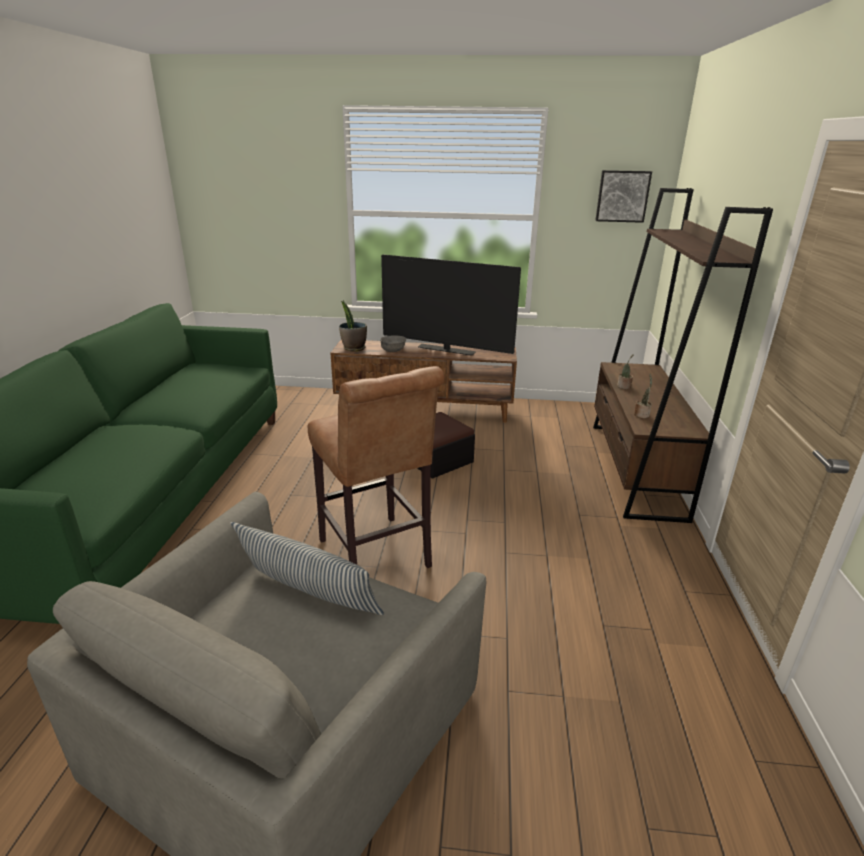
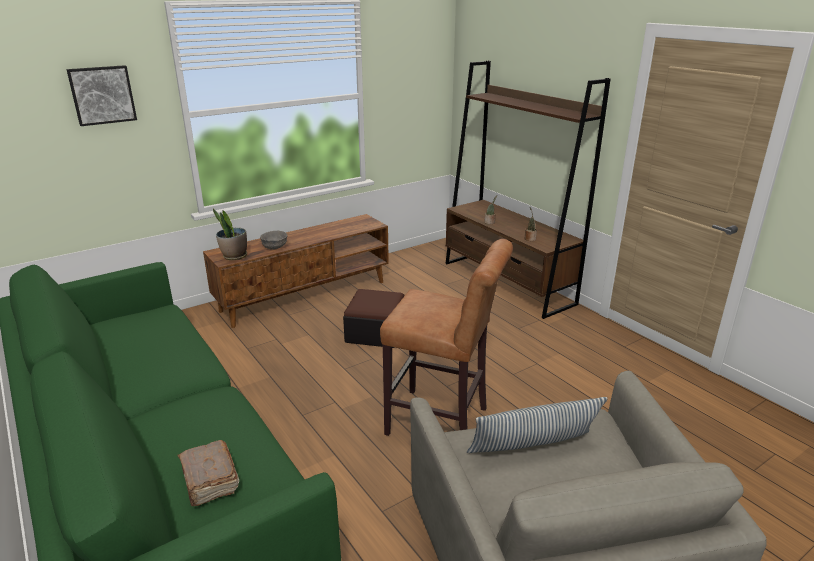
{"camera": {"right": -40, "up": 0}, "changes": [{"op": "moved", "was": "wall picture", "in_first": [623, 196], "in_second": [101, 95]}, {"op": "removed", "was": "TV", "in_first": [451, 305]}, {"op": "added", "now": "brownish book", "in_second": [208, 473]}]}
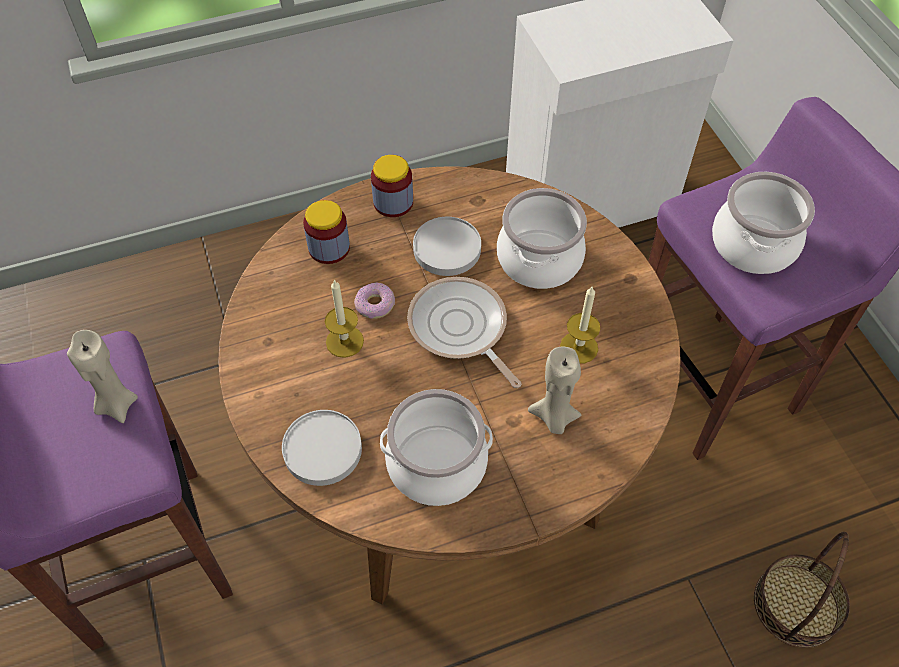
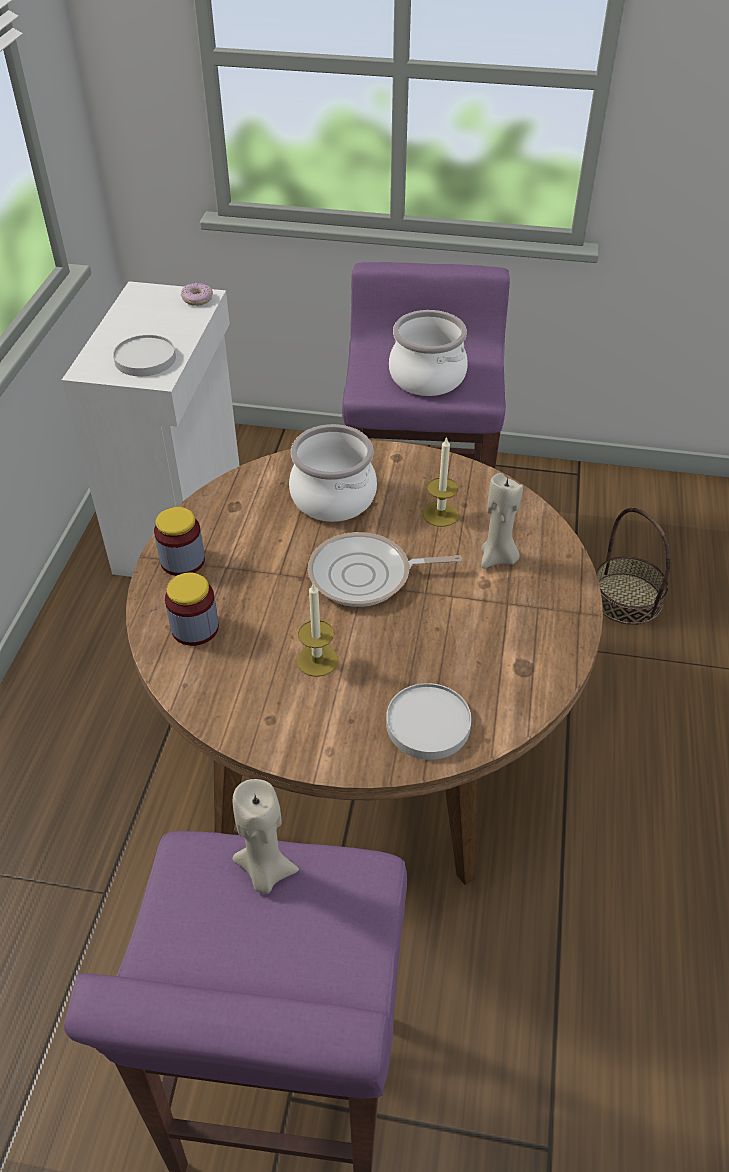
{"camera": {"right": -60, "up": -10}, "changes": [{"op": "moved", "was": "whitish flat dish", "in_first": [447, 246], "in_second": [144, 355]}, {"op": "moved", "was": "doughnut", "in_first": [374, 300], "in_second": [197, 294]}, {"op": "removed", "was": "saucepot", "in_first": [436, 447]}]}
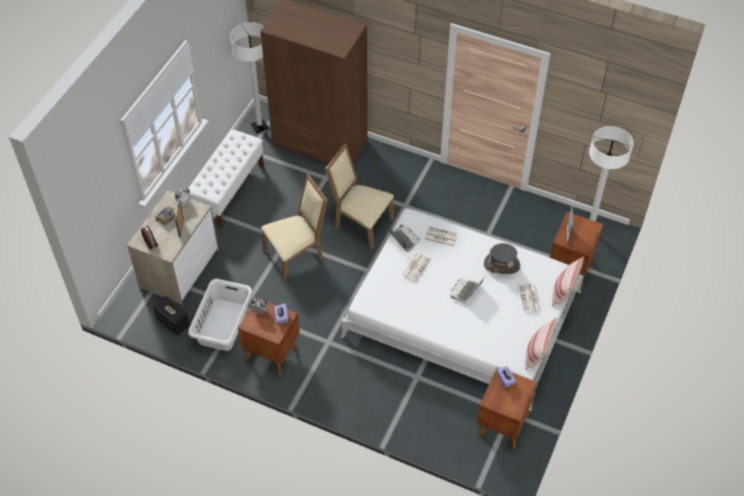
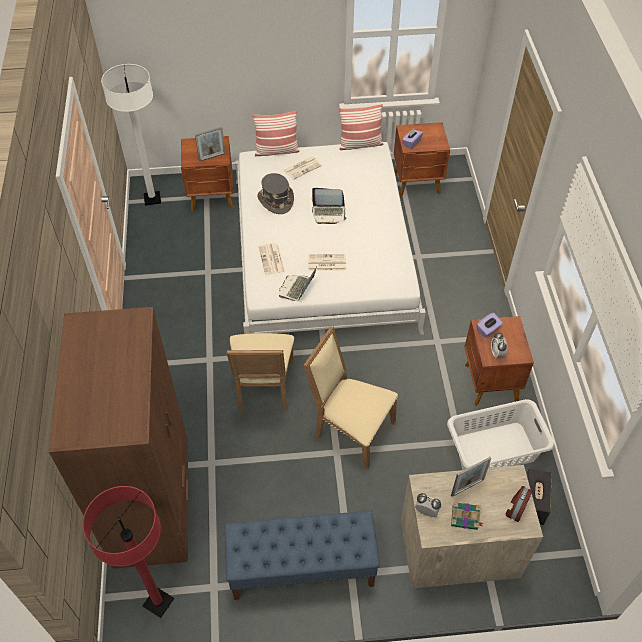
{"camera": {"right": -120, "up": 0}, "changes": [{"op": "recoloured", "was": "whitish floor lamp", "now": "red-coloured floor lamp", "in_first": [249, 77], "in_second": [128, 552]}, {"op": "recoloured", "was": "whitish long seat", "now": "blue long seat", "in_first": [226, 179], "in_second": [302, 555]}]}
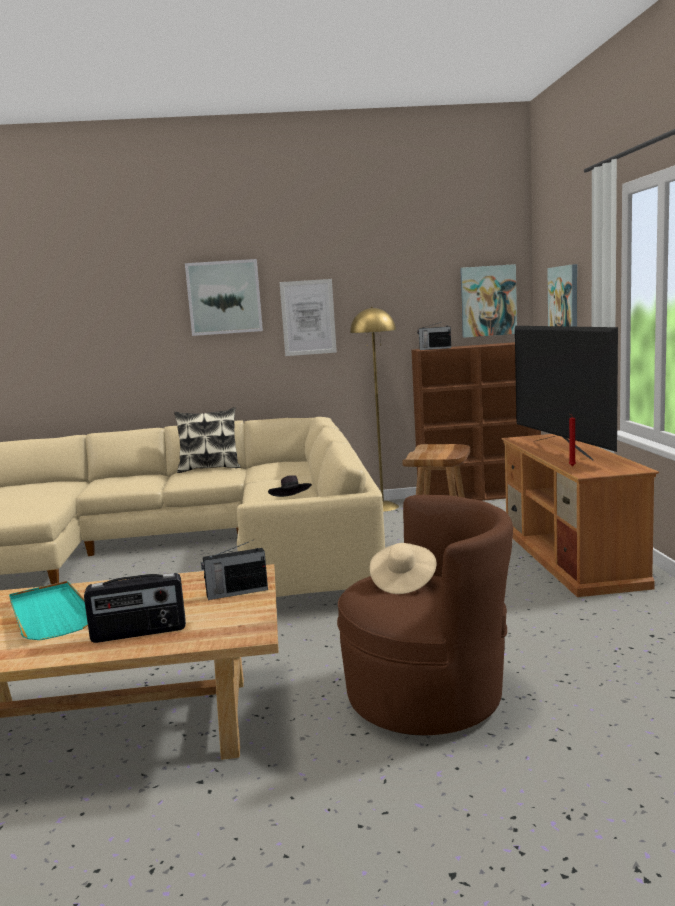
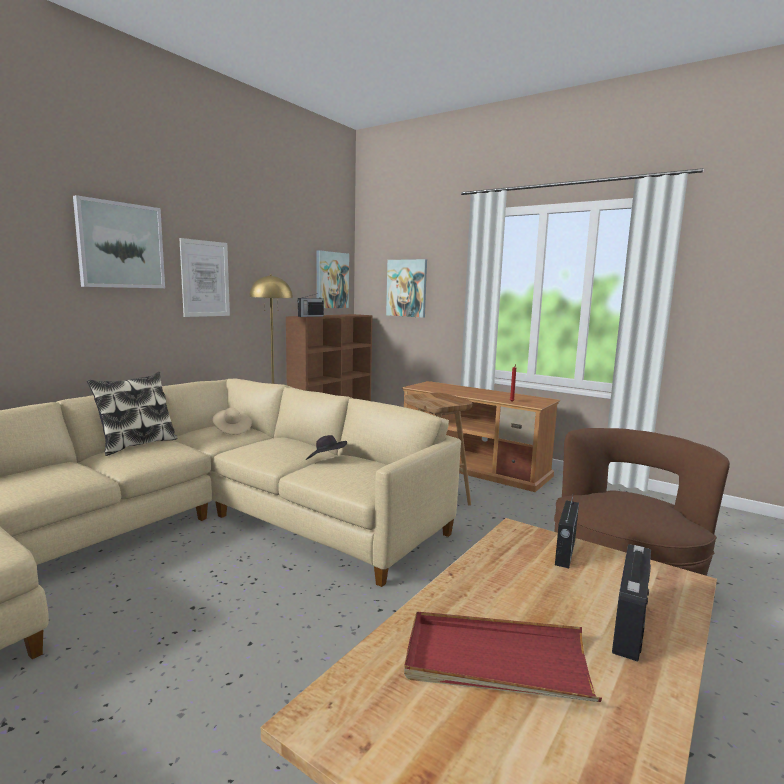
{"camera": {"right": -50, "up": 0}, "changes": [{"op": "removed", "was": "TV", "in_first": [566, 393]}, {"op": "moved", "was": "beige-coloured wearable hat", "in_first": [403, 568], "in_second": [232, 421]}, {"op": "recoloured", "was": "turquoise carrying tray", "now": "red-coloured carrying tray", "in_first": [48, 610], "in_second": [503, 656]}]}
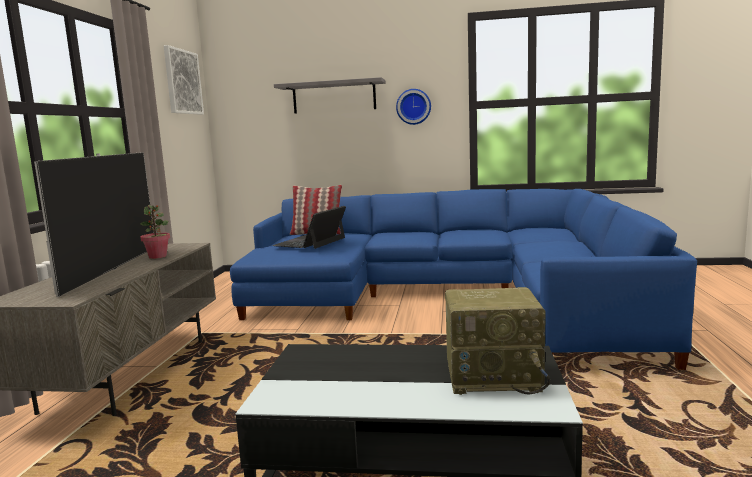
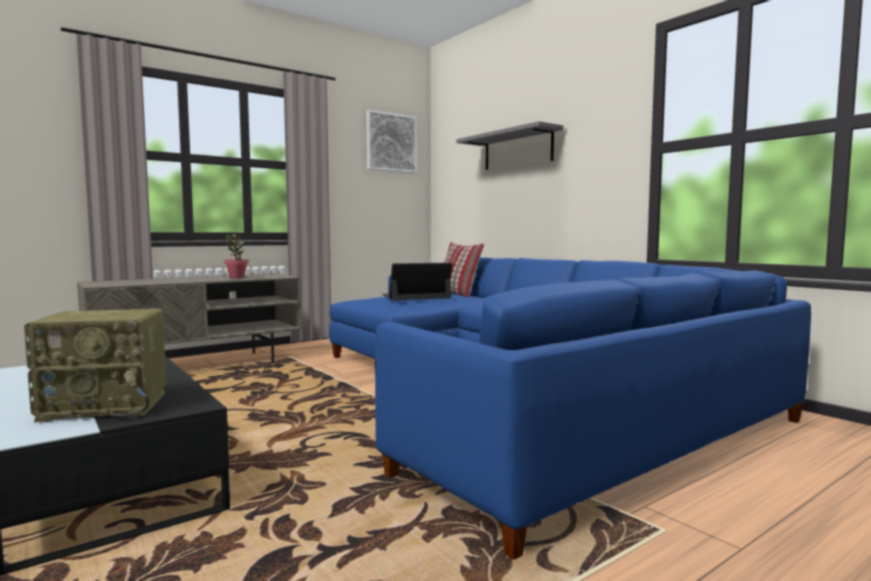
{"camera": {"right": 45, "up": -5}, "changes": [{"op": "removed", "was": "hanging clock", "in_first": [413, 107]}, {"op": "removed", "was": "TV", "in_first": [94, 224]}, {"op": "turned", "was": "radio", "in_first": [497, 341], "in_second": [95, 365], "clockwise": -60}]}
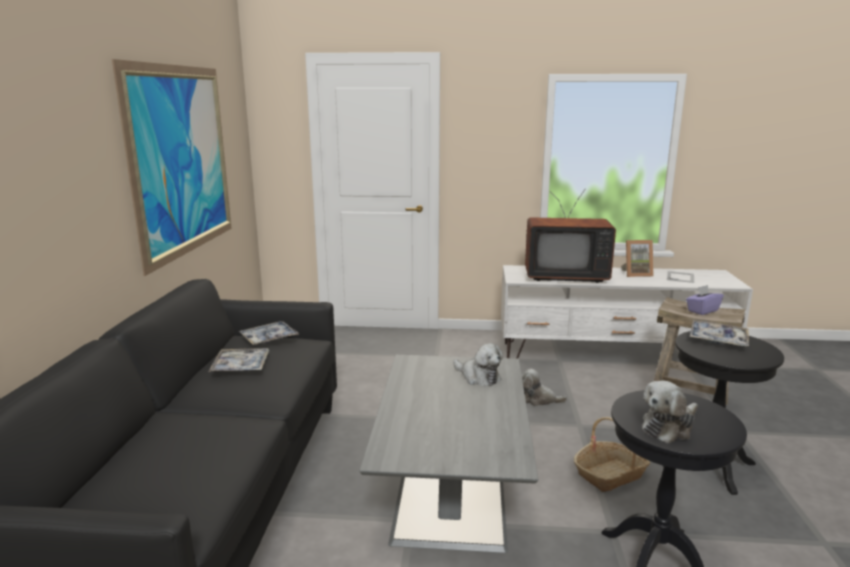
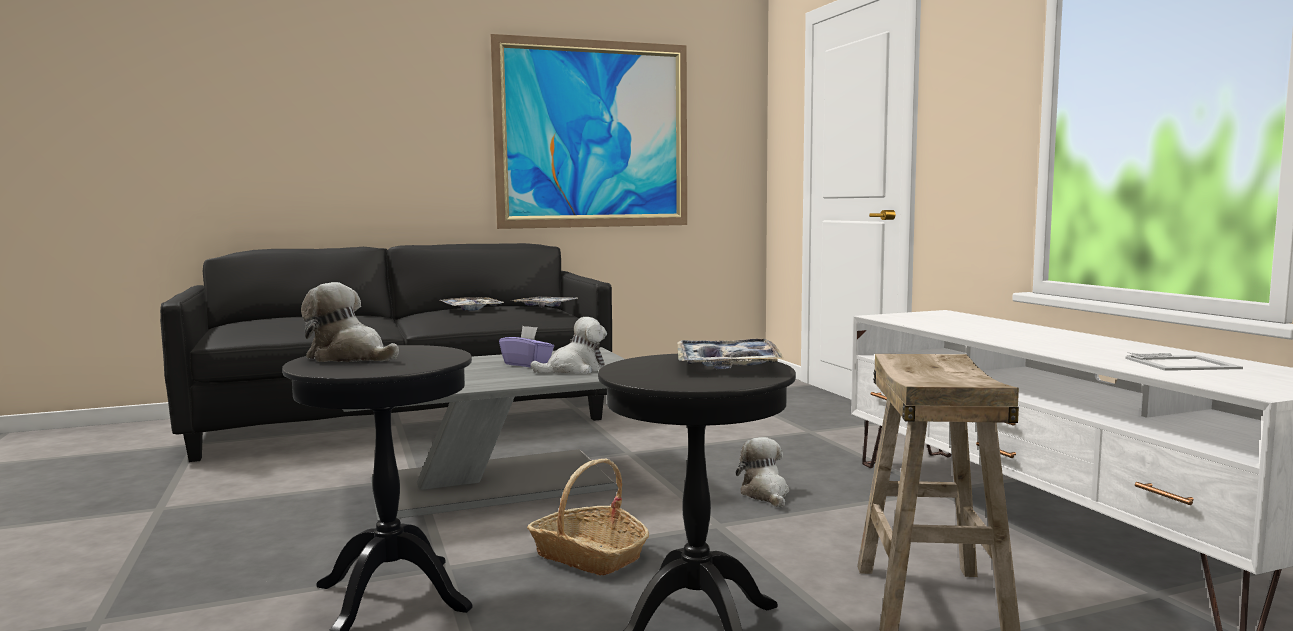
{"camera": {"right": 65, "up": -10}, "changes": [{"op": "removed", "was": "TV", "in_first": [570, 236]}, {"op": "removed", "was": "picture frame", "in_first": [637, 258]}, {"op": "moved", "was": "purple-coloured tissue holder", "in_first": [704, 300], "in_second": [526, 347]}, {"op": "turned", "was": "plush toy", "in_first": [478, 364], "in_second": [568, 345], "clockwise": -135}]}
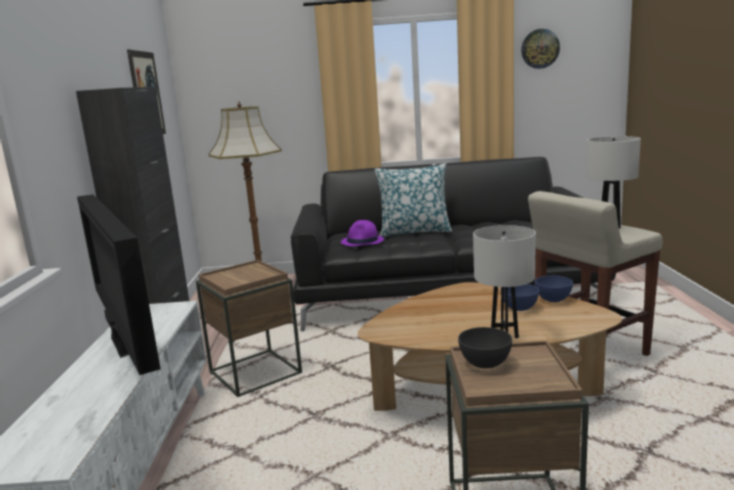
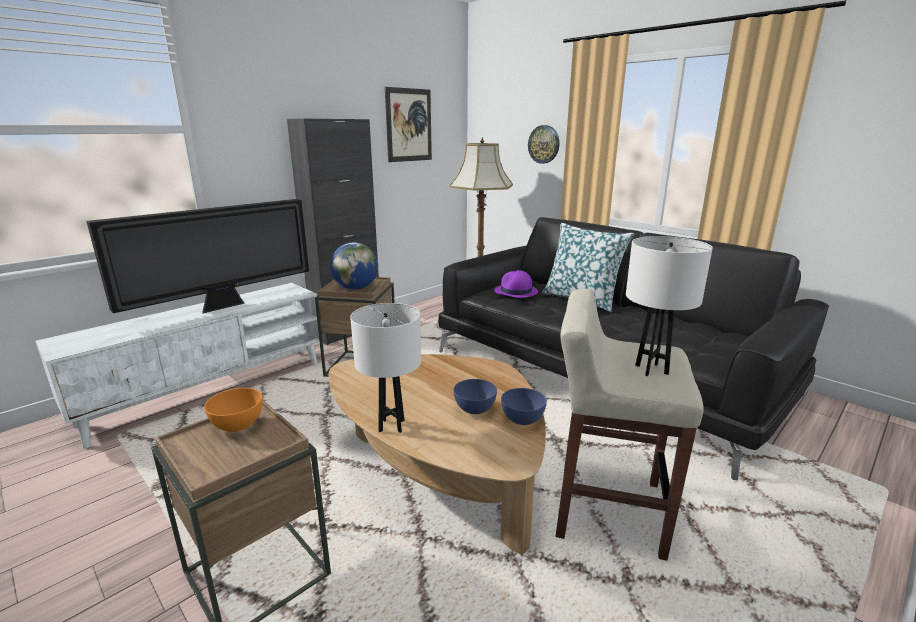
{"camera": {"right": 45, "up": 5}, "changes": [{"op": "moved", "was": "hanging clock", "in_first": [540, 49], "in_second": [544, 144]}, {"op": "turned", "was": "TV", "in_first": [119, 284], "in_second": [197, 256], "clockwise": -150}, {"op": "recoloured", "was": "gray bowl", "now": "orangey bowl", "in_first": [485, 348], "in_second": [233, 410]}, {"op": "added", "now": "desk globe", "in_second": [354, 266]}]}
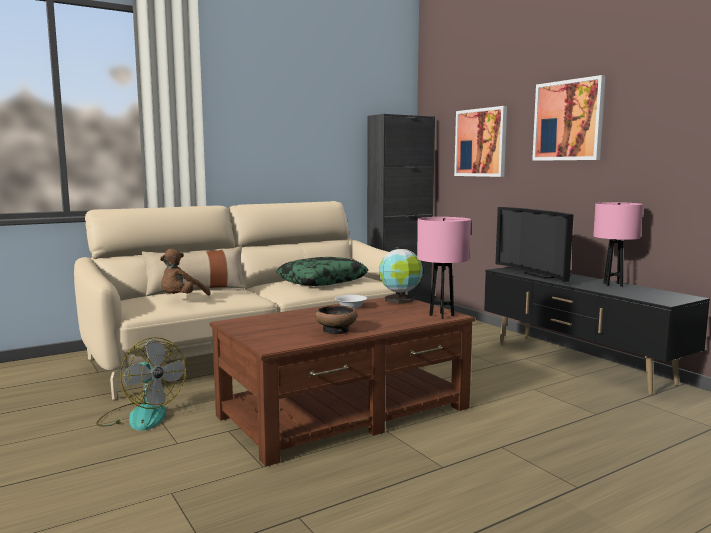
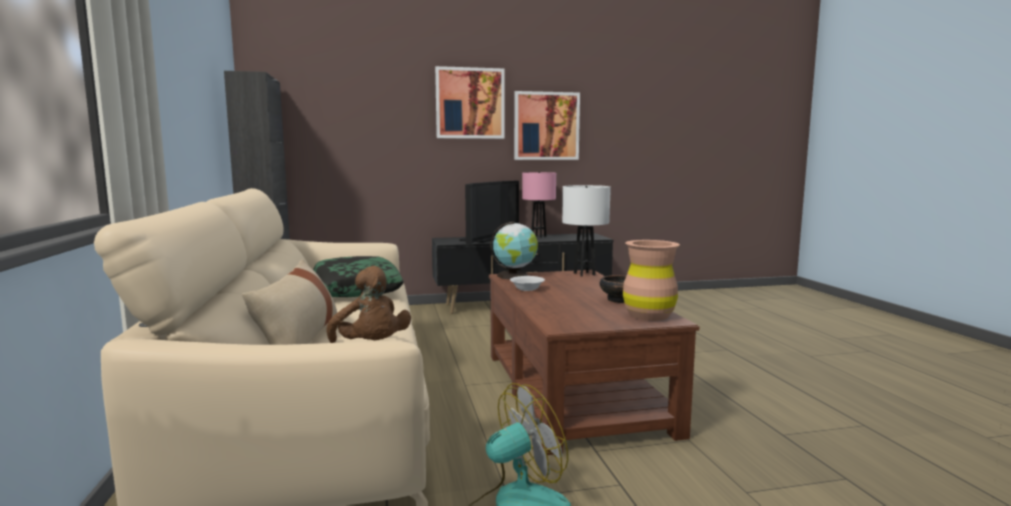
{"camera": {"right": -70, "up": 0}, "changes": [{"op": "moved", "was": "wall picture", "in_first": [480, 141], "in_second": [547, 125]}, {"op": "turned", "was": "TV", "in_first": [534, 244], "in_second": [489, 212], "clockwise": -60}, {"op": "recoloured", "was": "pink-coloured table lamp", "now": "whitish table lamp", "in_first": [444, 268], "in_second": [586, 230]}, {"op": "added", "now": "brownish decorative vase", "in_second": [651, 280]}]}
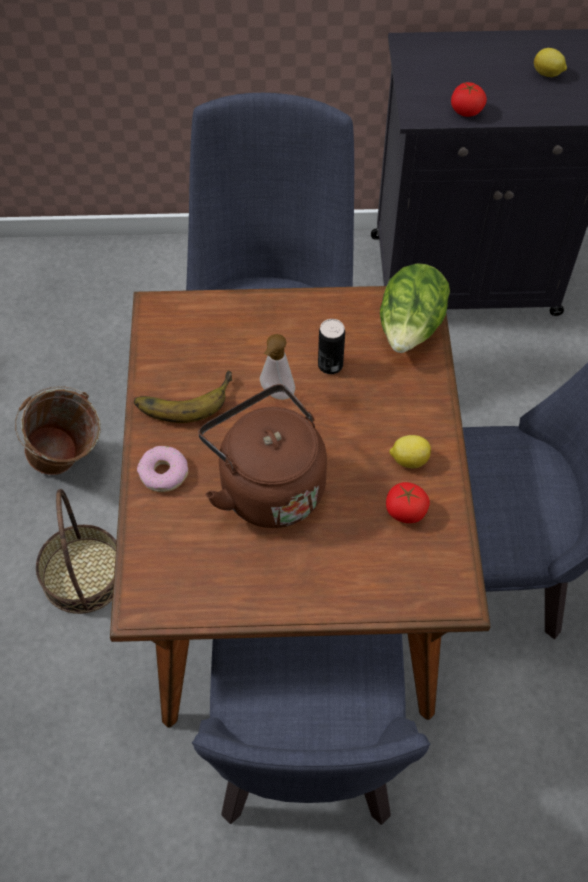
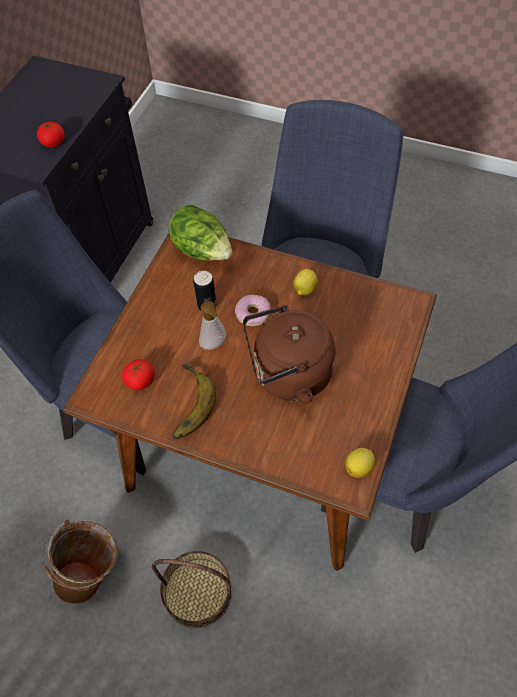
{"camera": {"right": -65, "up": 0}, "changes": [{"op": "moved", "was": "citrus fruit", "in_first": [550, 62], "in_second": [360, 463]}, {"op": "moved", "was": "doughnut", "in_first": [162, 469], "in_second": [253, 310]}, {"op": "moved", "was": "tomato", "in_first": [408, 502], "in_second": [138, 374]}]}
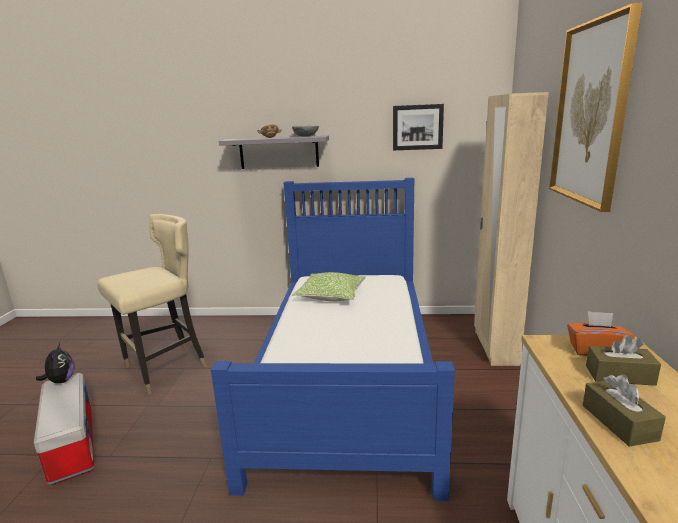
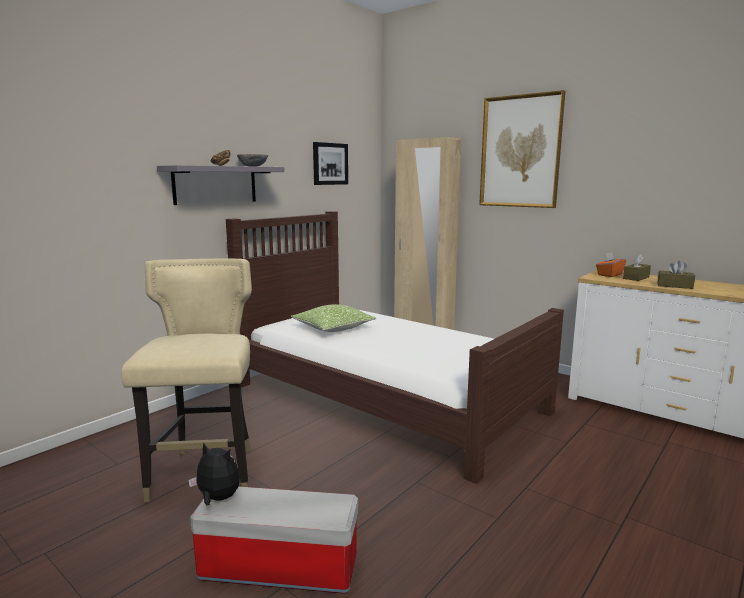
{"camera": {"right": -55, "up": -5}, "changes": [{"op": "recoloured", "was": "blue bed", "now": "brownish bed", "in_first": [333, 339], "in_second": [395, 347]}]}
